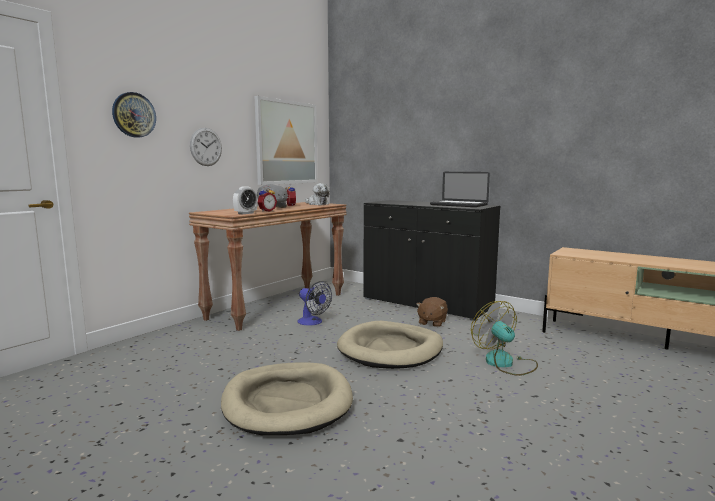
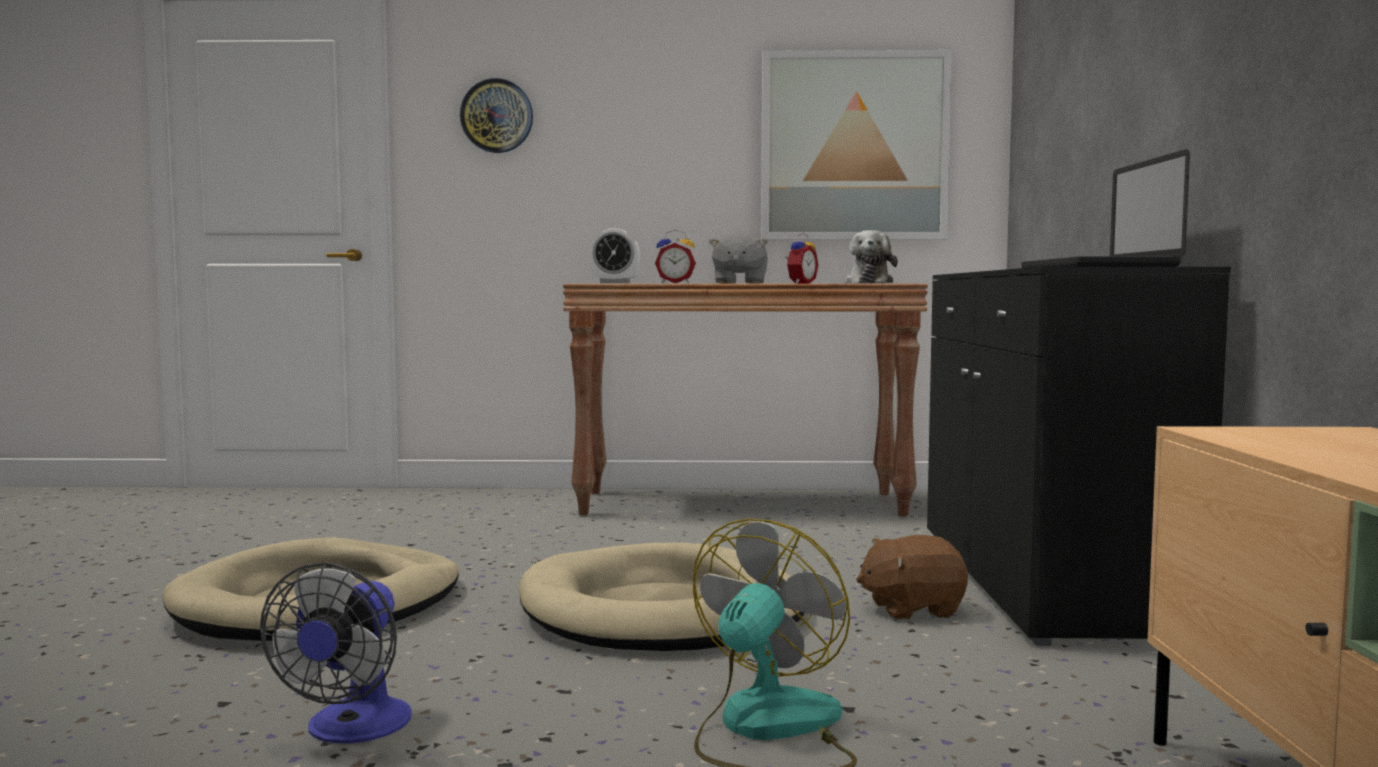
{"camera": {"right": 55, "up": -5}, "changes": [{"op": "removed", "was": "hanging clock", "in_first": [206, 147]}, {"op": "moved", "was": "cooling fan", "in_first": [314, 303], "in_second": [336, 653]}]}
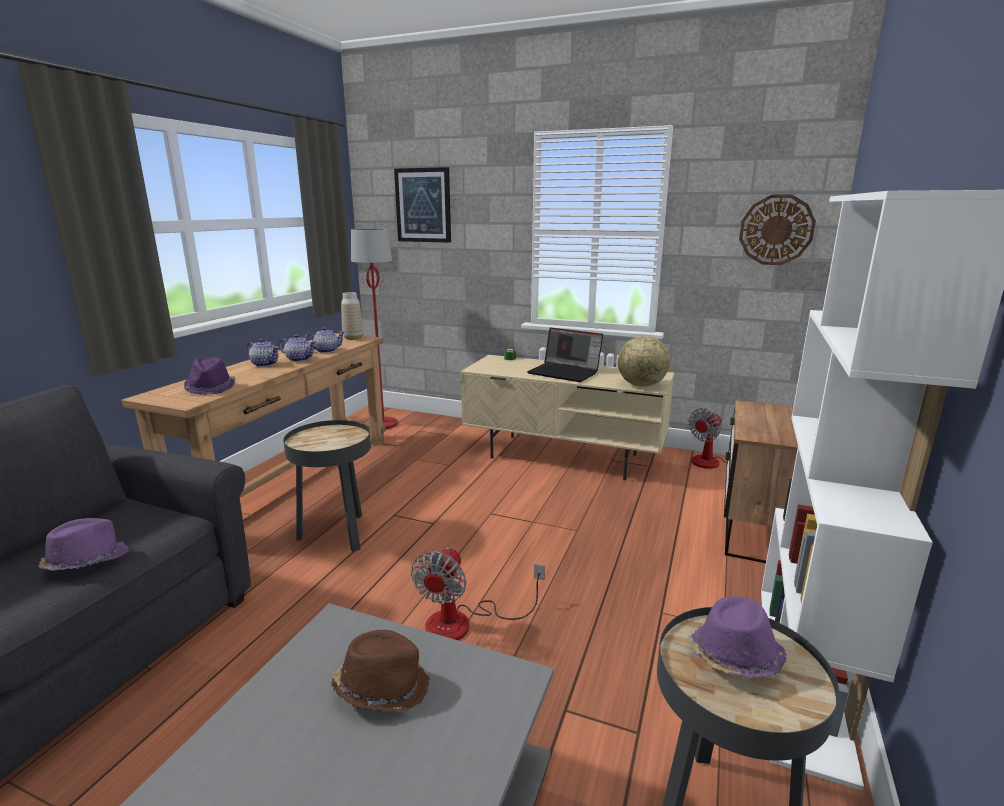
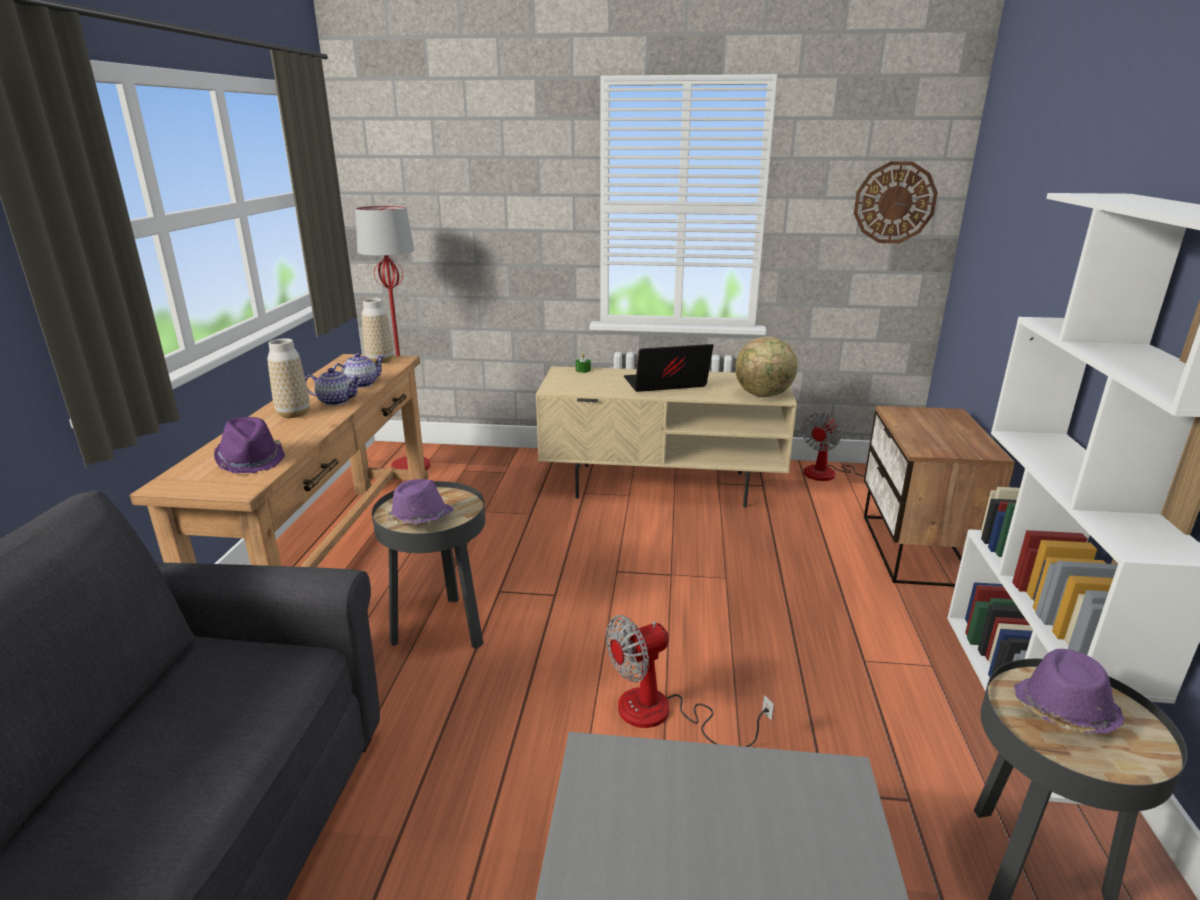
{"camera": {"right": -15, "up": 5}, "changes": [{"op": "removed", "was": "wall picture", "in_first": [422, 205]}, {"op": "turned", "was": "laptop", "in_first": [565, 354], "in_second": [669, 368], "clockwise": 150}, {"op": "replaced", "was": "teapot", "now": "decorative vase", "in_first": [263, 353], "in_second": [288, 378]}, {"op": "moved", "was": "purple-coloured wearable hat", "in_first": [83, 544], "in_second": [420, 501]}, {"op": "turned", "was": "cooling fan", "in_first": [478, 594], "in_second": [690, 681], "clockwise": 60}, {"op": "removed", "was": "brownish wearable hat", "in_first": [380, 671]}]}
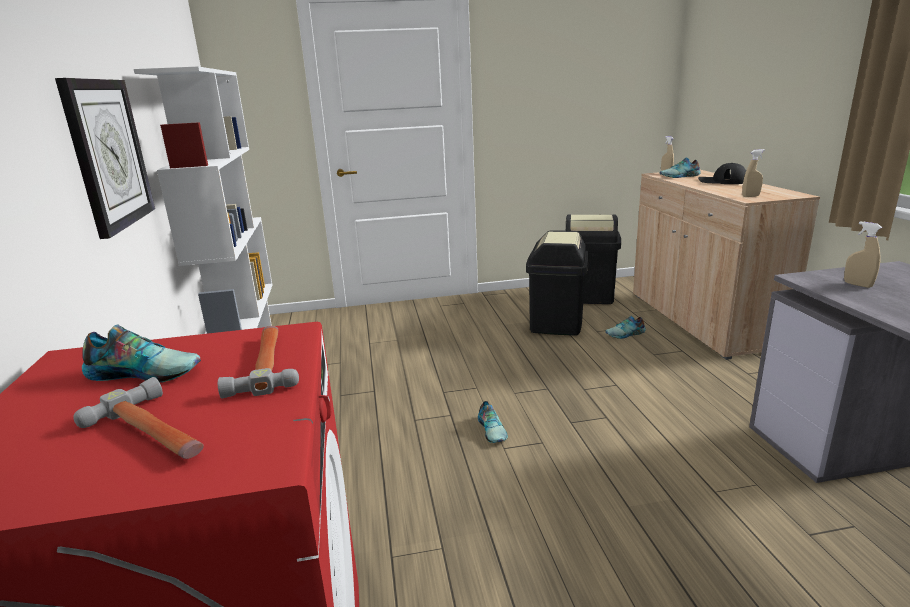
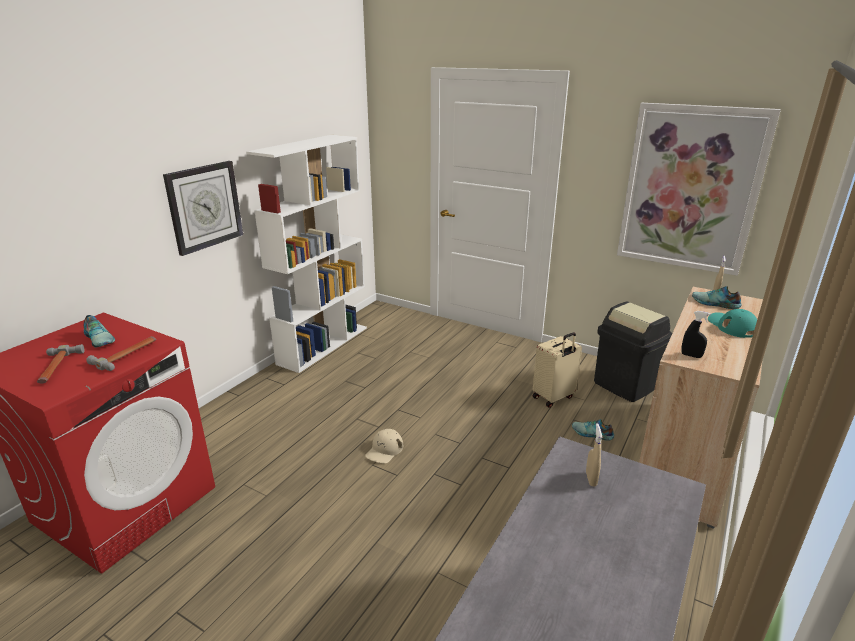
{"camera": {"right": 40, "up": 5}, "changes": [{"op": "recoloured", "was": "beige-coloured sprayer", "now": "blackish sprayer", "in_first": [753, 173], "in_second": [696, 334]}, {"op": "recoloured", "was": "blackish cap", "now": "turquoise cap", "in_first": [722, 173], "in_second": [732, 323]}, {"op": "replaced", "was": "blackish rubbish bin", "now": "beige-coloured travel case", "in_first": [557, 283], "in_second": [557, 370]}, {"op": "replaced", "was": "shoe", "now": "beige-coloured cap", "in_first": [493, 422], "in_second": [384, 446]}, {"op": "added", "now": "wall picture", "in_second": [699, 189]}]}
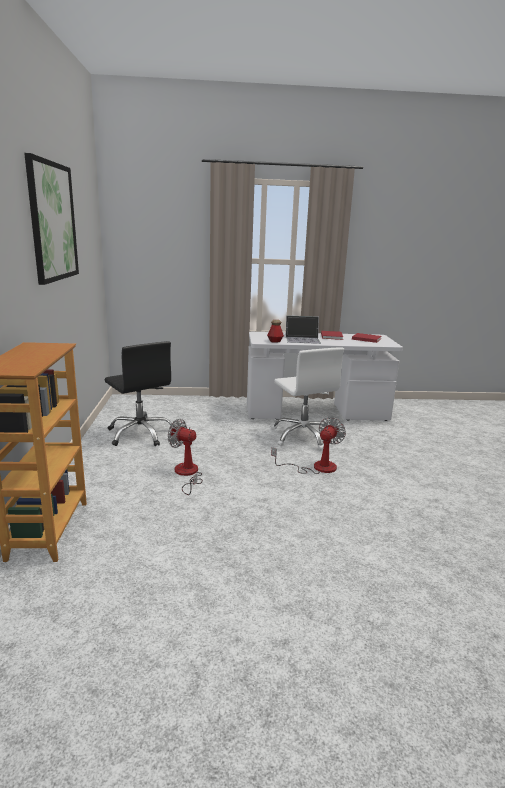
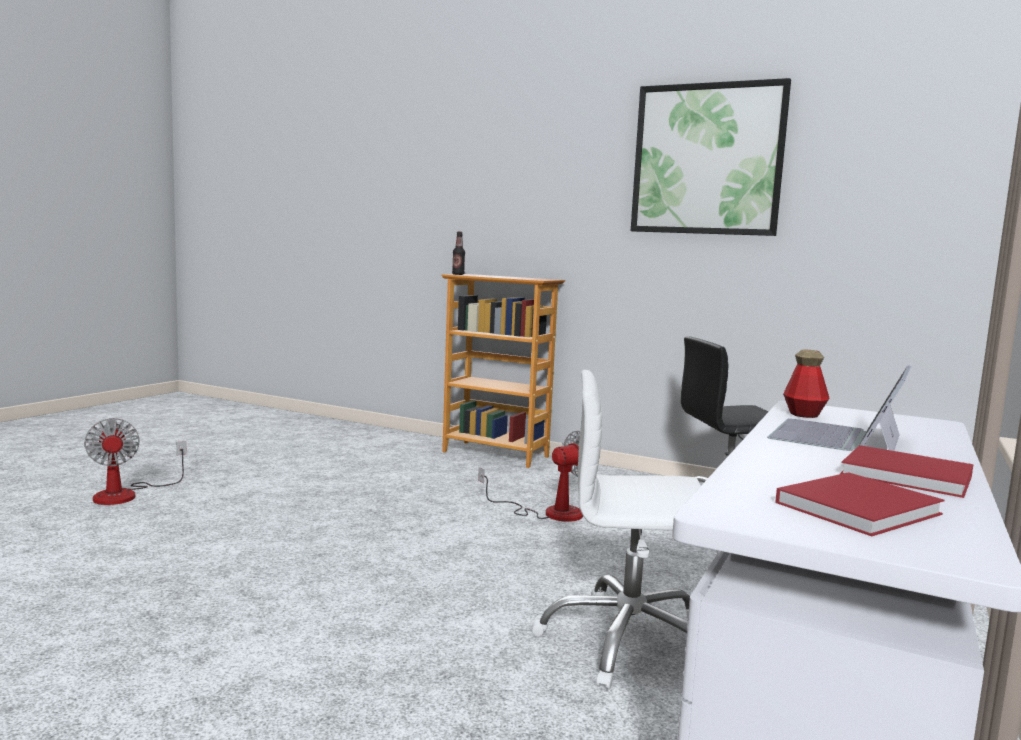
{"camera": {"right": 120, "up": -10}, "changes": [{"op": "moved", "was": "cooling fan", "in_first": [308, 445], "in_second": [135, 461]}, {"op": "added", "now": "bottle", "in_second": [458, 253]}]}
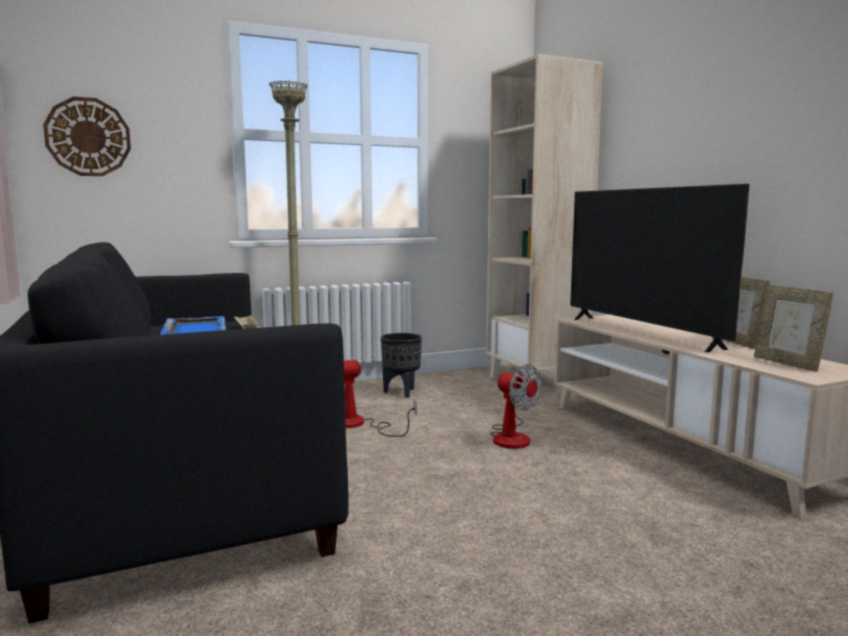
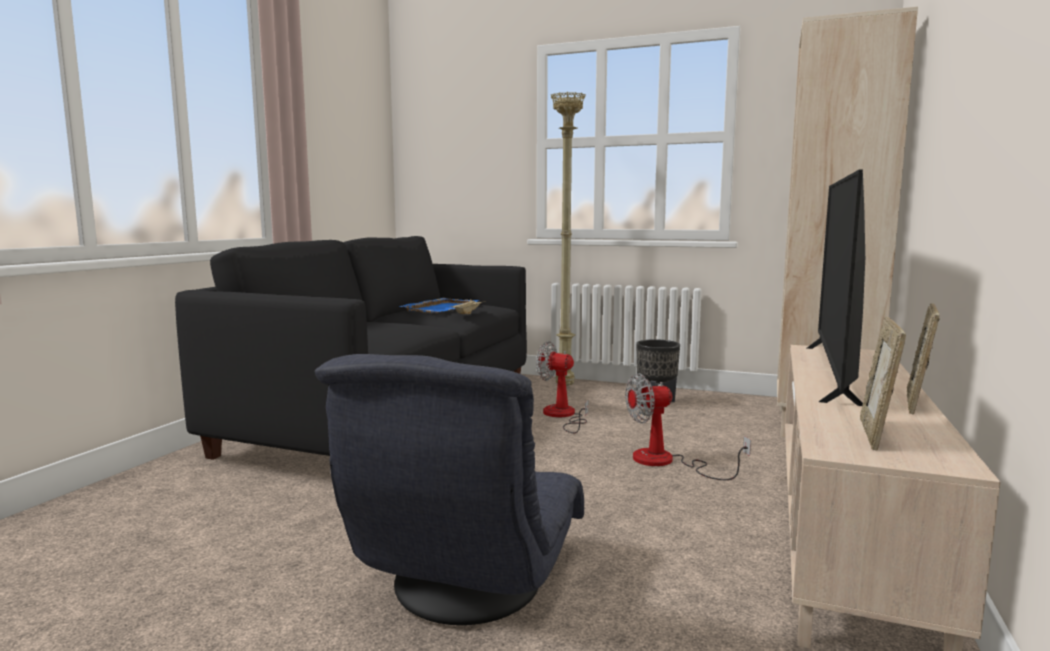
{"camera": {"right": 45, "up": 0}, "changes": [{"op": "removed", "was": "hanging clock", "in_first": [87, 136]}, {"op": "turned", "was": "cooling fan", "in_first": [516, 406], "in_second": [688, 426], "clockwise": 75}, {"op": "added", "now": "gray armchair", "in_second": [449, 489]}]}
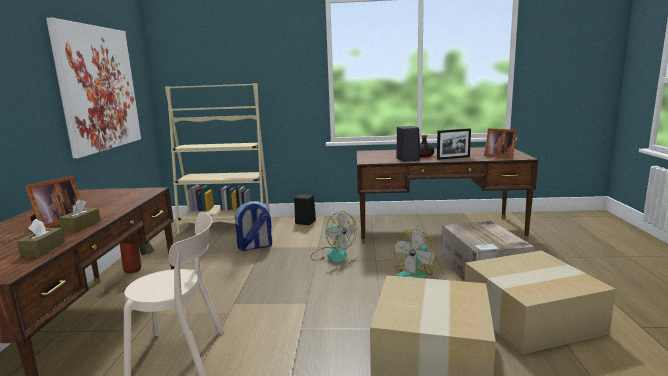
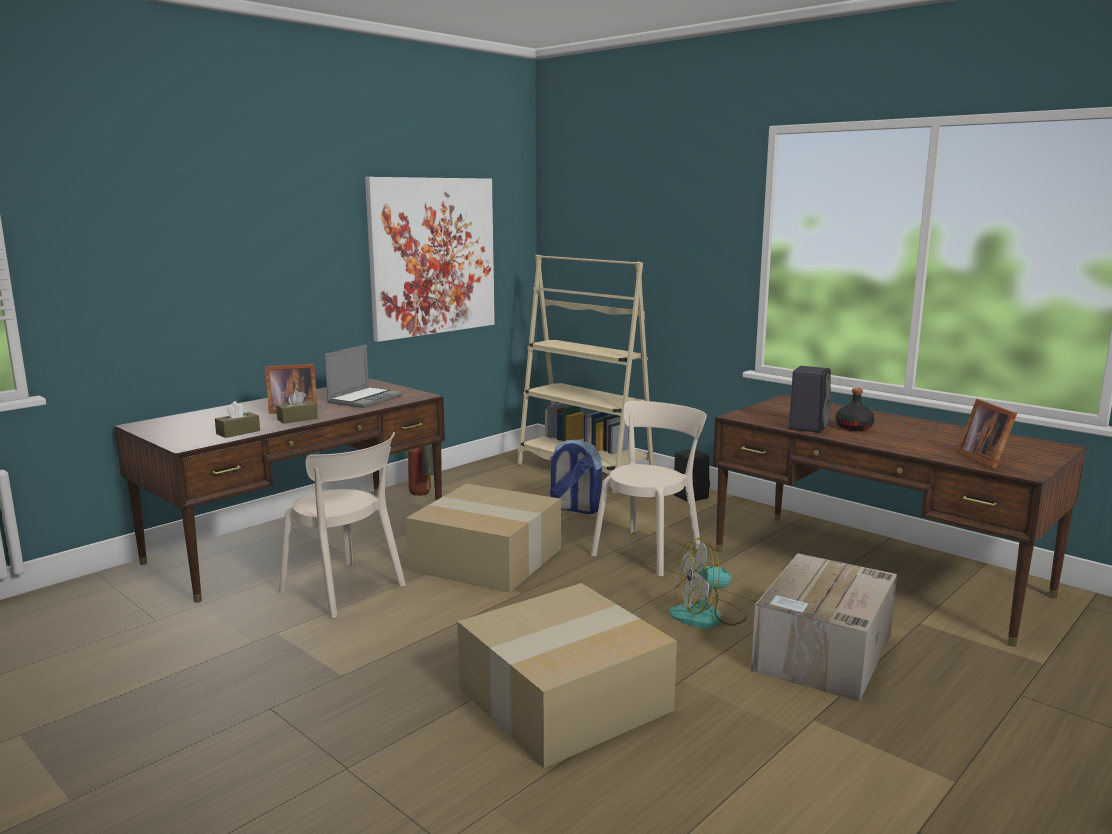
{"camera": {"right": 40, "up": 0}, "changes": [{"op": "removed", "was": "picture frame", "in_first": [454, 144]}, {"op": "replaced", "was": "cooling fan", "now": "beige-coloured plain chair", "in_first": [334, 237], "in_second": [649, 489]}, {"op": "moved", "was": "packing box", "in_first": [540, 302], "in_second": [483, 538]}, {"op": "added", "now": "laptop", "in_second": [363, 376]}]}
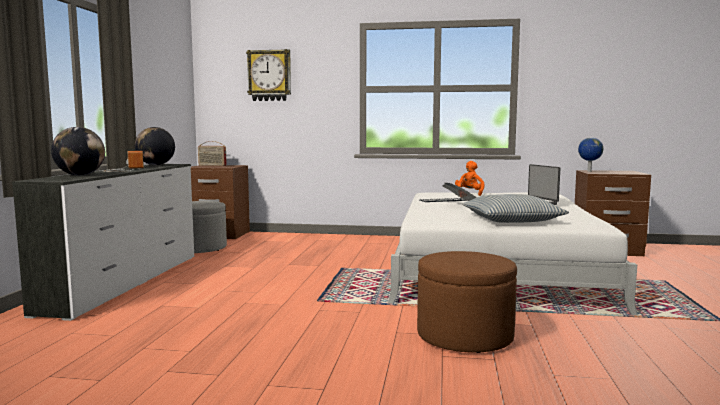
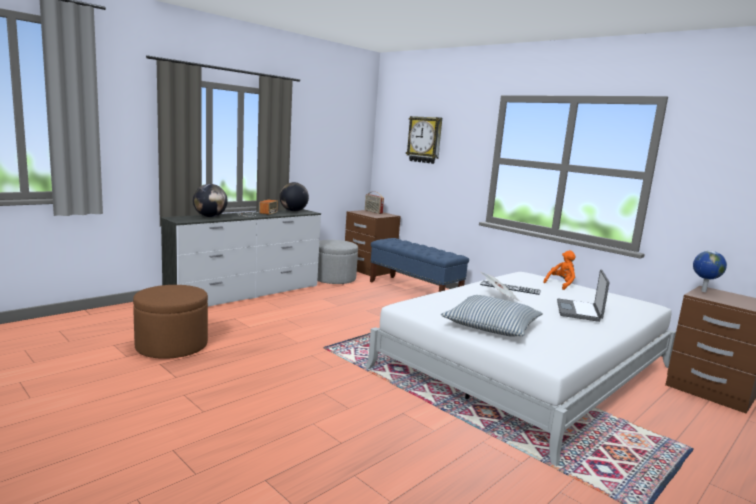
{"camera": {"right": 35, "up": 5}, "changes": [{"op": "moved", "was": "brownish pouffe", "in_first": [467, 302], "in_second": [170, 322]}, {"op": "added", "now": "blue long seat", "in_second": [419, 265]}]}
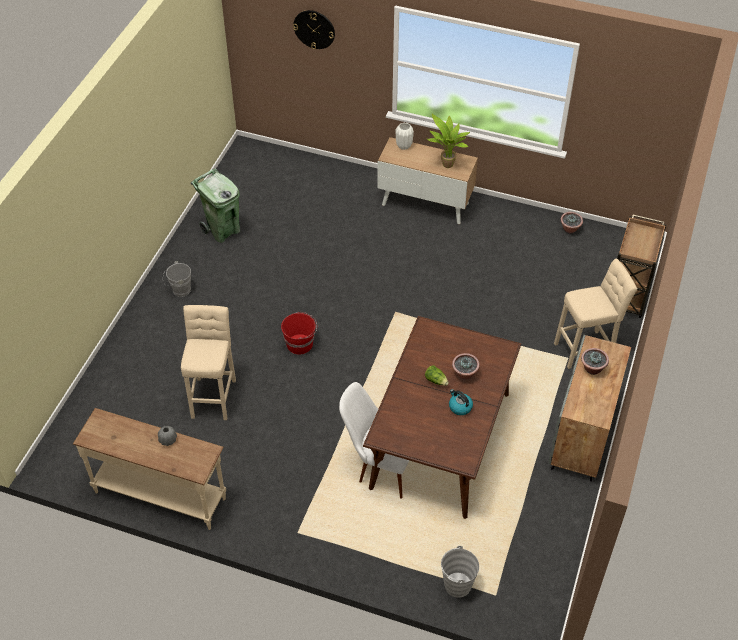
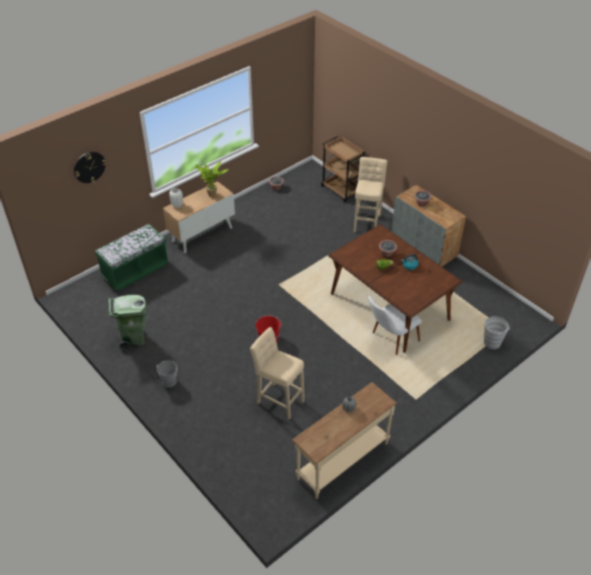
{"camera": {"right": -60, "up": -5}, "changes": [{"op": "added", "now": "green long seat", "in_second": [132, 257]}]}
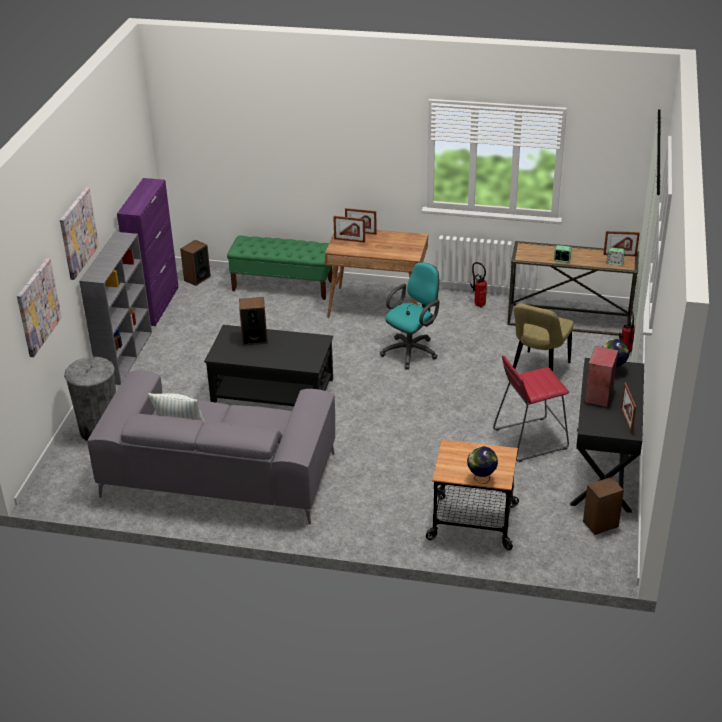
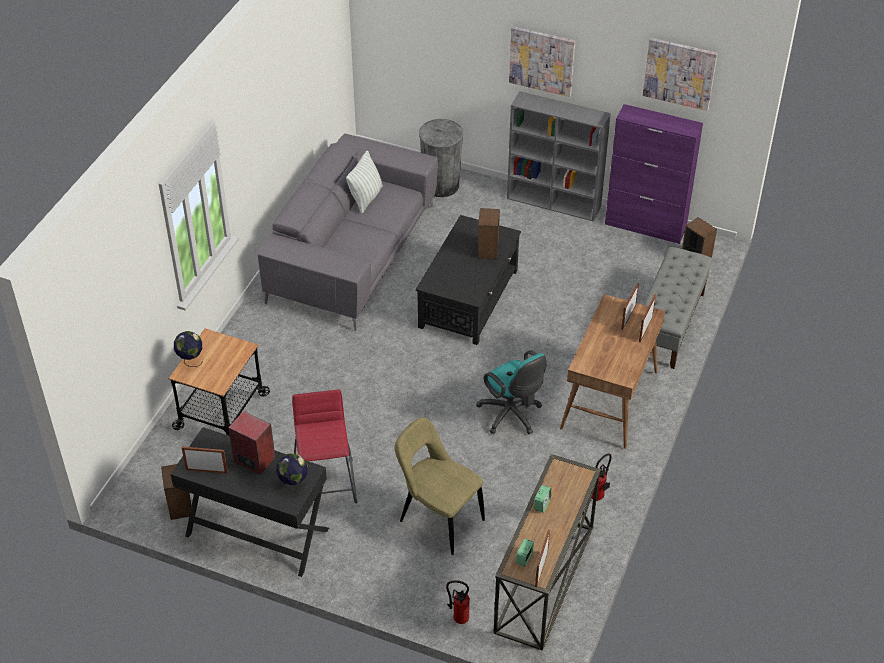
{"camera": {"right": 100, "up": 10}, "changes": [{"op": "recoloured", "was": "green long seat", "now": "gray long seat", "in_first": [280, 267], "in_second": [678, 308]}, {"op": "moved", "was": "wall picture", "in_first": [39, 307], "in_second": [680, 74]}]}
